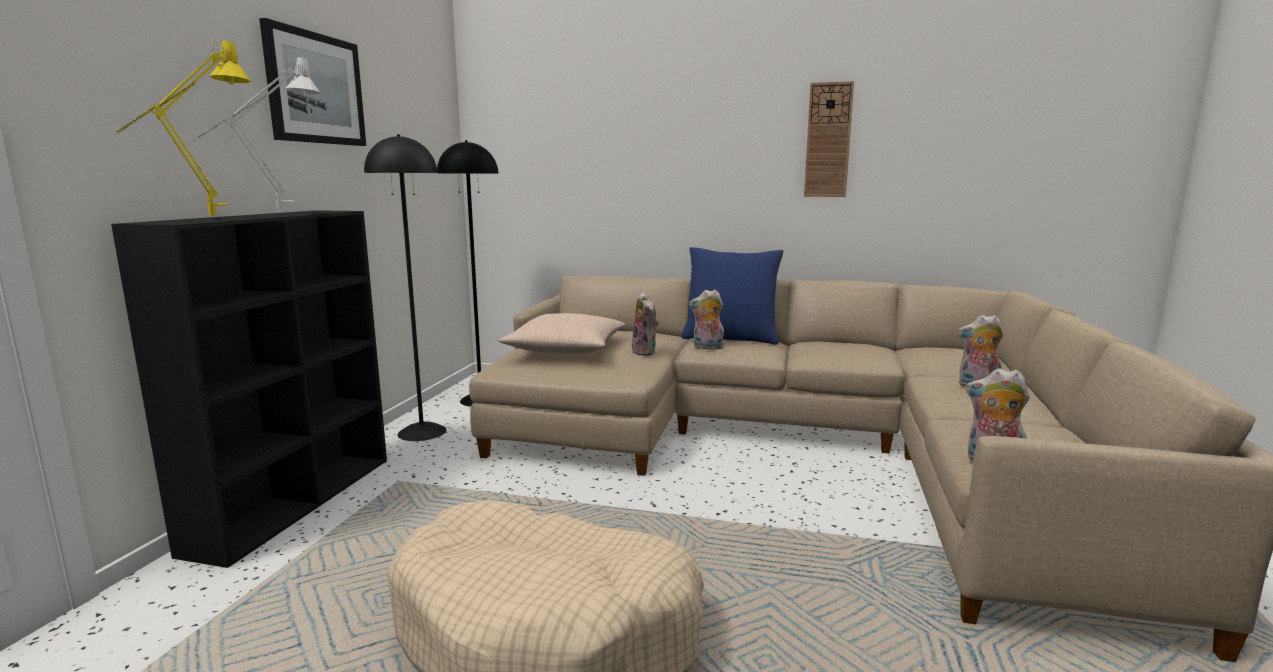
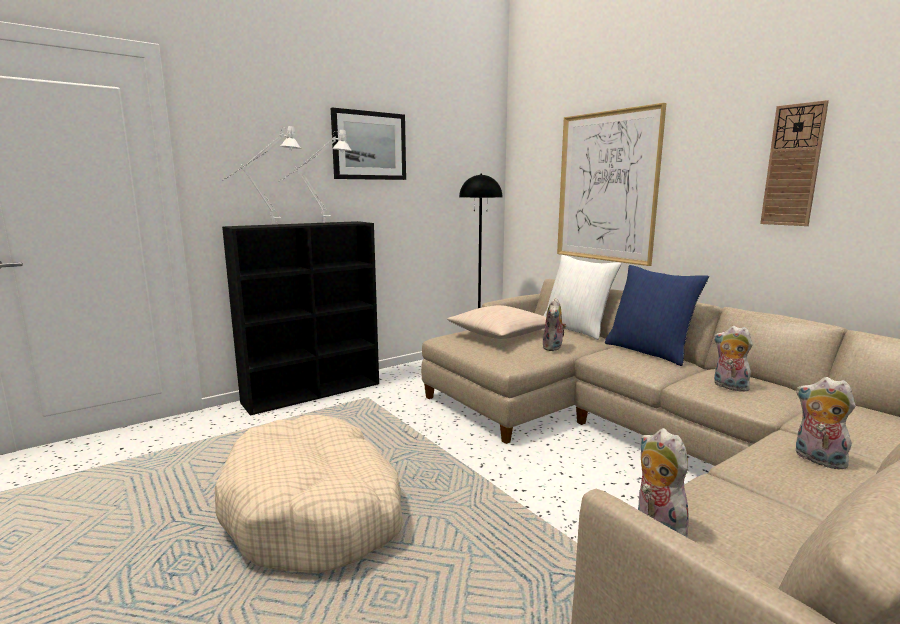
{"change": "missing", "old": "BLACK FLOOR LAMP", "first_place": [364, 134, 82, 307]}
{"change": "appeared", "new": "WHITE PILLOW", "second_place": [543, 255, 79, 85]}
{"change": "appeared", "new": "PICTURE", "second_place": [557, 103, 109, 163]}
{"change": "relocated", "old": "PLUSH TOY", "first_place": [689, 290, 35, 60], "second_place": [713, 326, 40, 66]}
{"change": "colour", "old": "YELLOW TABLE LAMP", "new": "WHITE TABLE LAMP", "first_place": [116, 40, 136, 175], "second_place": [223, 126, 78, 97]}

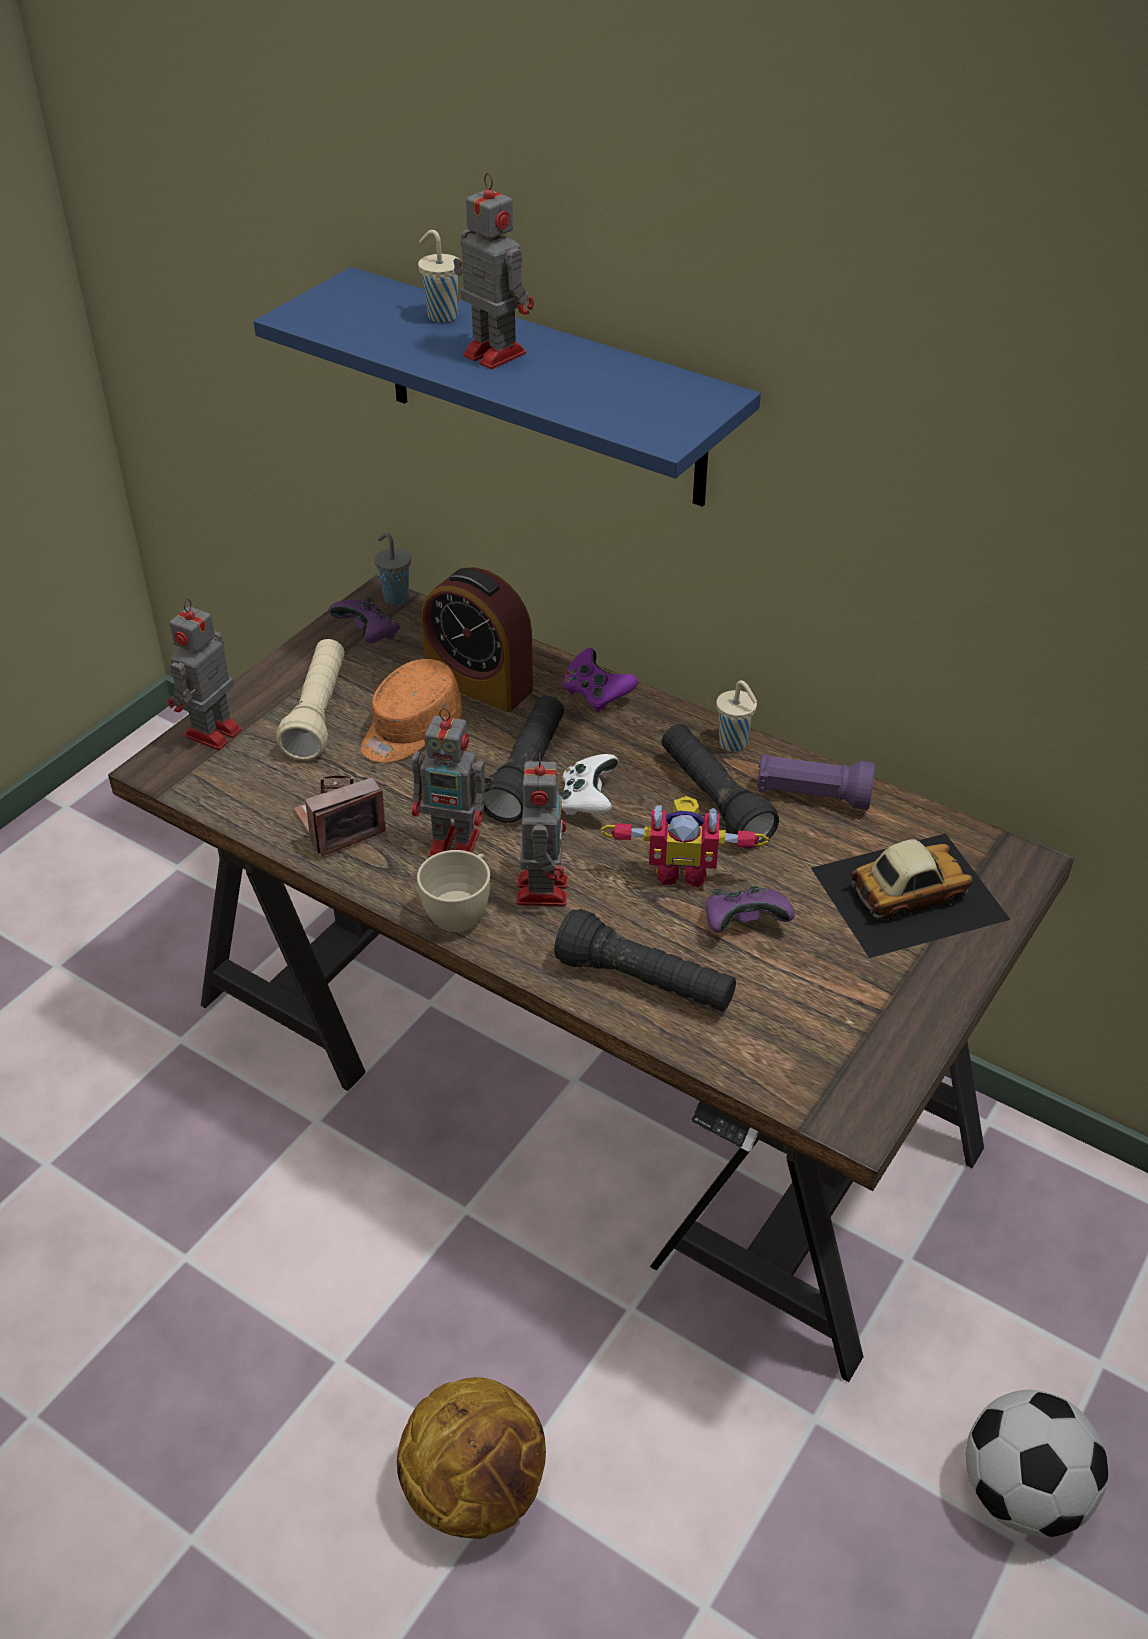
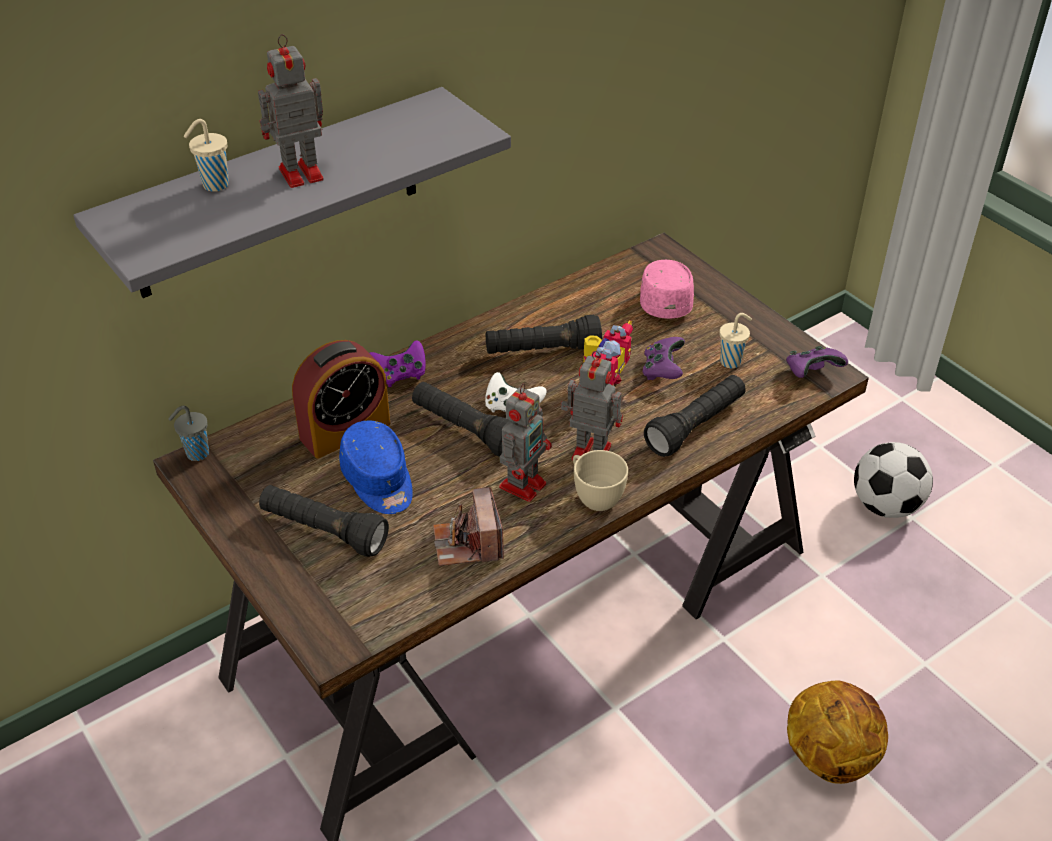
{"change": "missing", "old": "TOY ROBOT", "first_place": [168, 599, 74, 151]}
{"change": "missing", "old": "PURPLE FLASHLIGHT", "first_place": [757, 754, 118, 56]}
{"change": "relocated", "old": "PURPLE GAME CONTROLLER", "first_place": [328, 597, 72, 46], "second_place": [786, 346, 62, 32]}
{"change": "relocated", "old": "BEIGE CUP", "first_place": [716, 680, 41, 72], "second_place": [719, 313, 33, 55]}
{"change": "exchanged", "old": "TOY CAR", "new": "PINK CAP", "first_place": [811, 833, 200, 125], "second_place": [640, 260, 54, 59]}
{"change": "colour", "old": "BLUE SHELF", "new": "GREY SHELF", "first_place": [253, 267, 508, 240], "second_place": [73, 87, 438, 211]}
{"change": "colour", "old": "BEIGE FLASHLIGHT", "new": "BLACK FLASHLIGHT", "first_place": [276, 639, 69, 121], "second_place": [259, 485, 130, 72]}
{"change": "colour", "old": "ORANGE CAP", "new": "BLUE CAP", "first_place": [361, 659, 101, 104], "second_place": [339, 420, 74, 94]}

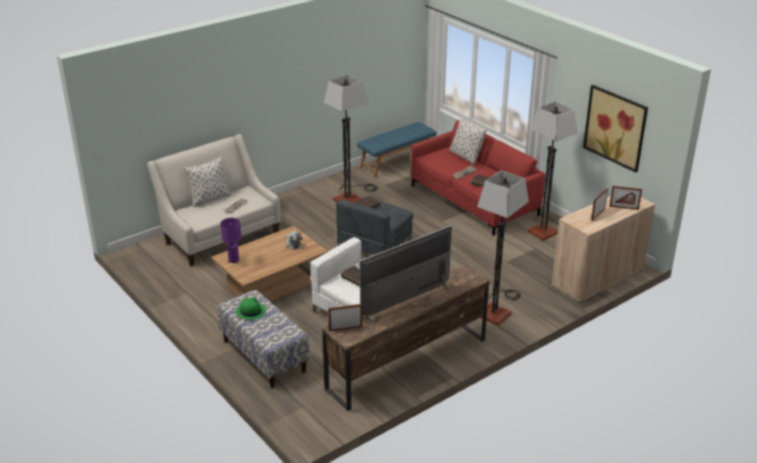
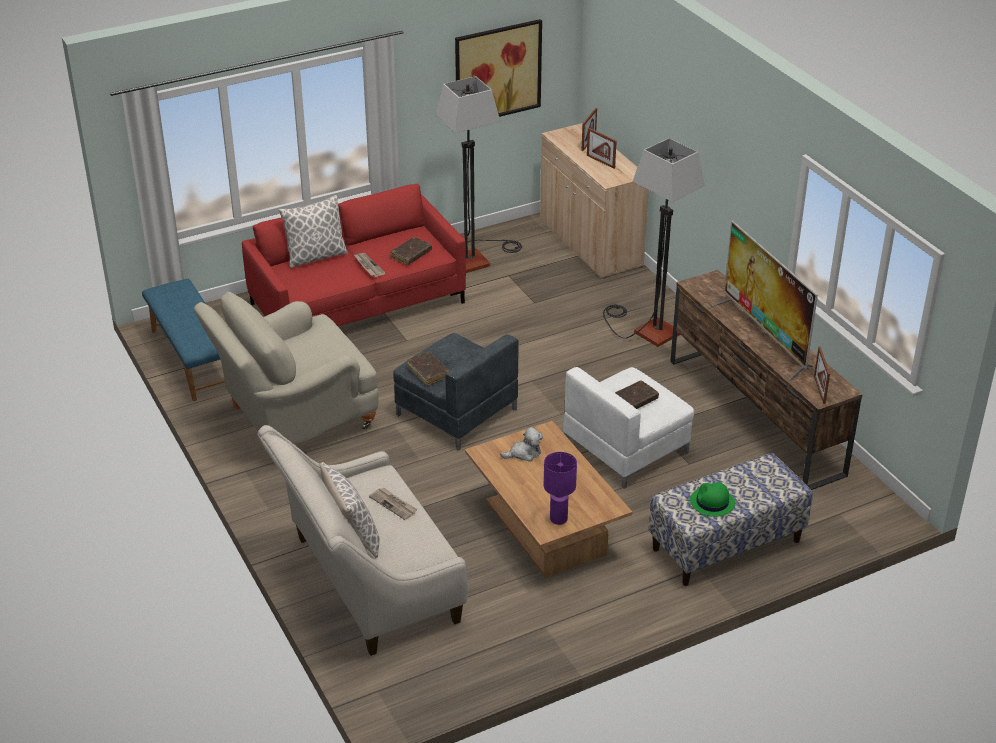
{"change": "exchanged", "old": "FLOOR LAMP", "new": "BEIGE ARMCHAIR", "first_place": [324, 75, 54, 128], "second_place": [194, 292, 185, 152]}

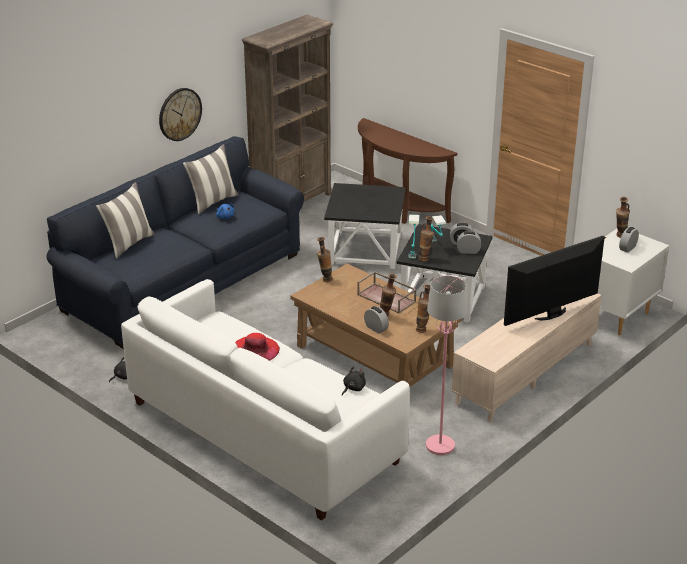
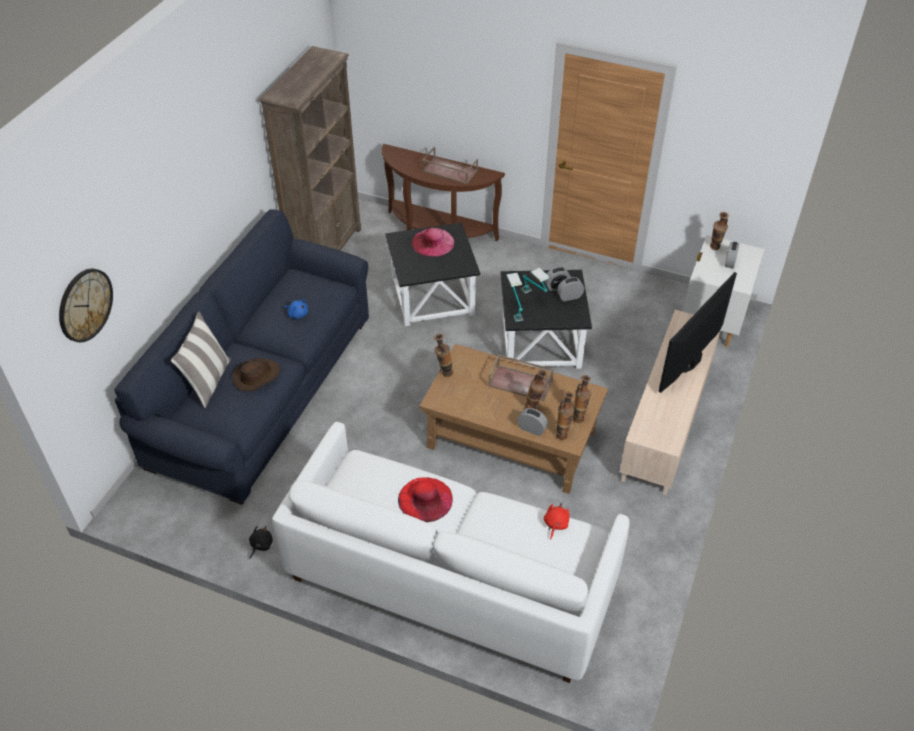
{"change": "missing", "old": "PILLOW", "first_place": [183, 144, 56, 70]}
{"change": "missing", "old": "PINK FLOOR LAMP", "first_place": [426, 276, 41, 179]}
{"change": "appeared", "new": "BROWN HAT", "second_place": [232, 358, 49, 34]}
{"change": "appeared", "new": "PINK HAT", "second_place": [411, 228, 43, 29]}
{"change": "appeared", "new": "BROWN TRAY", "second_place": [422, 147, 56, 37]}
{"change": "relocated", "old": "WALL CLOCK", "first_place": [159, 88, 43, 53], "second_place": [59, 269, 54, 73]}
{"change": "relocated", "old": "VASE", "first_place": [419, 217, 15, 44], "second_place": [556, 392, 18, 48]}
{"change": "colour", "old": "BLACK PLUSH TOY", "new": "RED PLUSH TOY", "first_place": [342, 367, 24, 28], "second_place": [544, 503, 26, 37]}

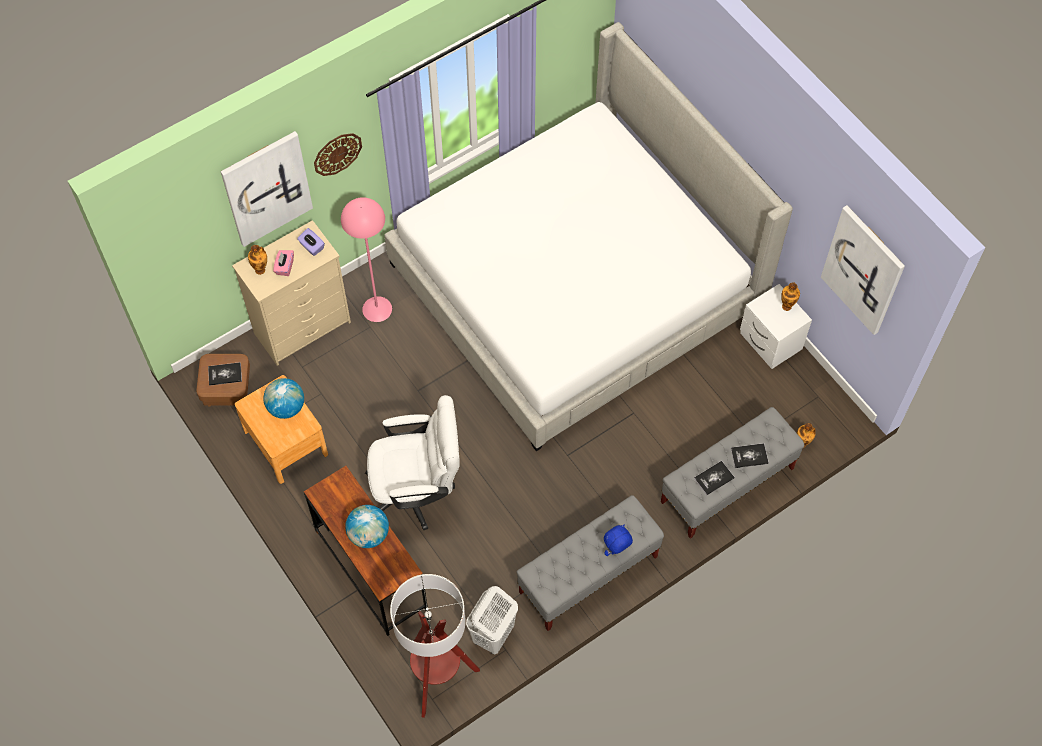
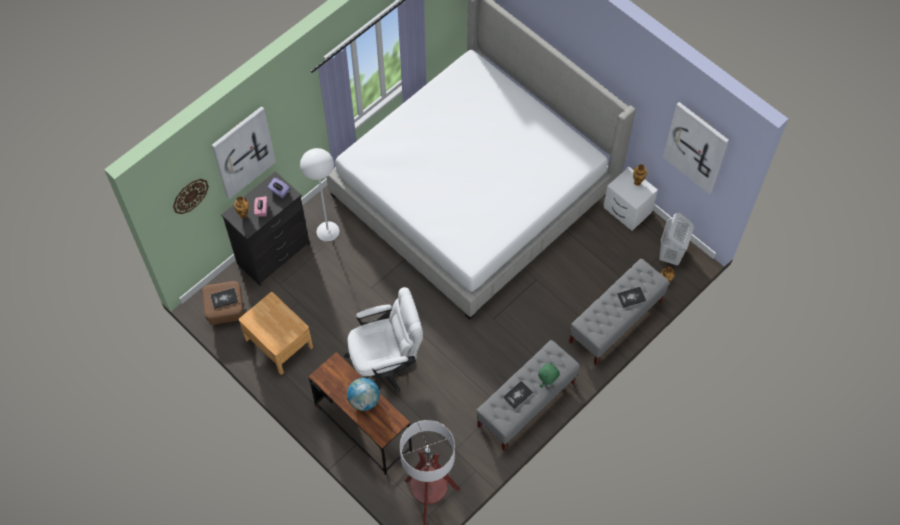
{"change": "missing", "old": "GLOBE", "first_place": [263, 378, 41, 41]}
{"change": "relocated", "old": "WALL CLOCK", "first_place": [314, 133, 48, 43], "second_place": [173, 179, 36, 35]}
{"change": "relocated", "old": "WHITE LAUNDRY BASKET", "first_place": [466, 586, 52, 68], "second_place": [659, 213, 35, 53]}
{"change": "relocated", "old": "BOOK", "first_place": [694, 461, 41, 34], "second_place": [503, 381, 30, 28]}
{"change": "colour", "old": "BEIGE DRESSER", "new": "BLACK DRESSER", "first_place": [232, 220, 119, 146], "second_place": [221, 171, 89, 115]}
{"change": "colour", "old": "PINK FLOOR LAMP", "new": "WHITE FLOOR LAMP", "first_place": [341, 197, 51, 125], "second_place": [300, 148, 39, 93]}
{"change": "colour", "old": "BLUE PLUSH TOY", "new": "GREEN PLUSH TOY", "first_place": [604, 524, 29, 32], "second_place": [538, 362, 22, 26]}

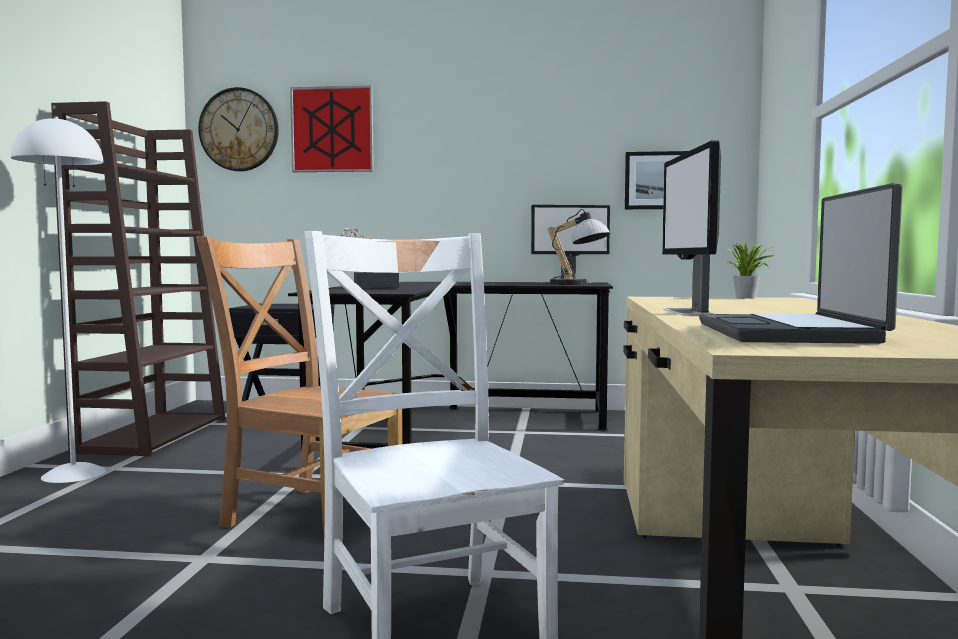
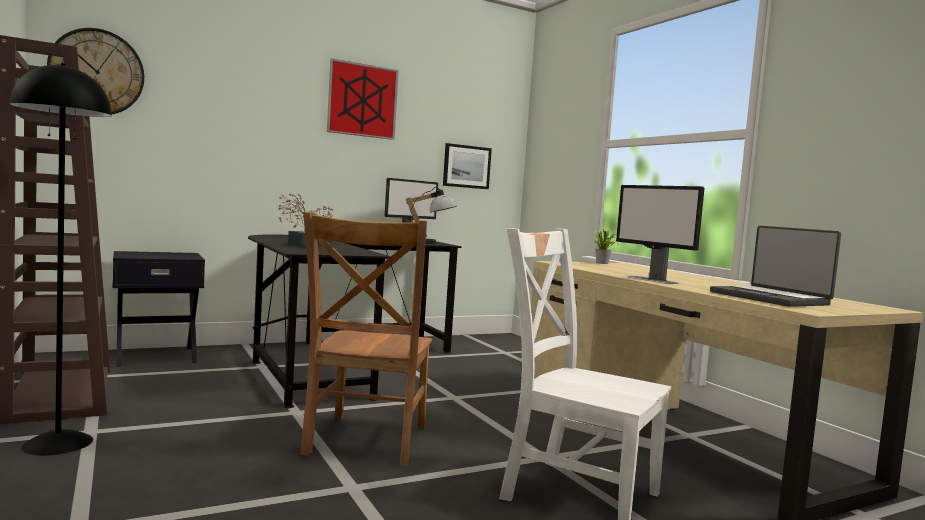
{"change": "relocated", "old": "PICTURE", "first_place": [290, 85, 84, 87], "second_place": [327, 59, 72, 81]}
{"change": "colour", "old": "WHITE FLOOR LAMP", "new": "BLACK FLOOR LAMP", "first_place": [11, 117, 95, 366], "second_place": [10, 63, 102, 393]}
{"change": "spun", "old": "BROWN CHAIR", "first_place": [196, 237, 207, 298], "second_place": [300, 212, 132, 254], "degrees": -75}

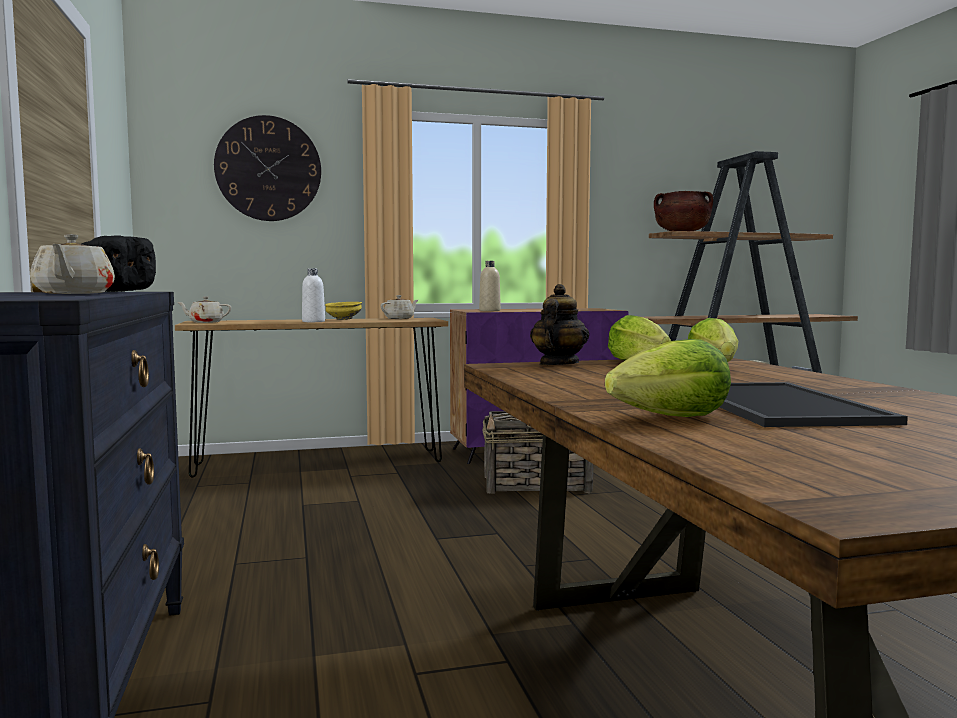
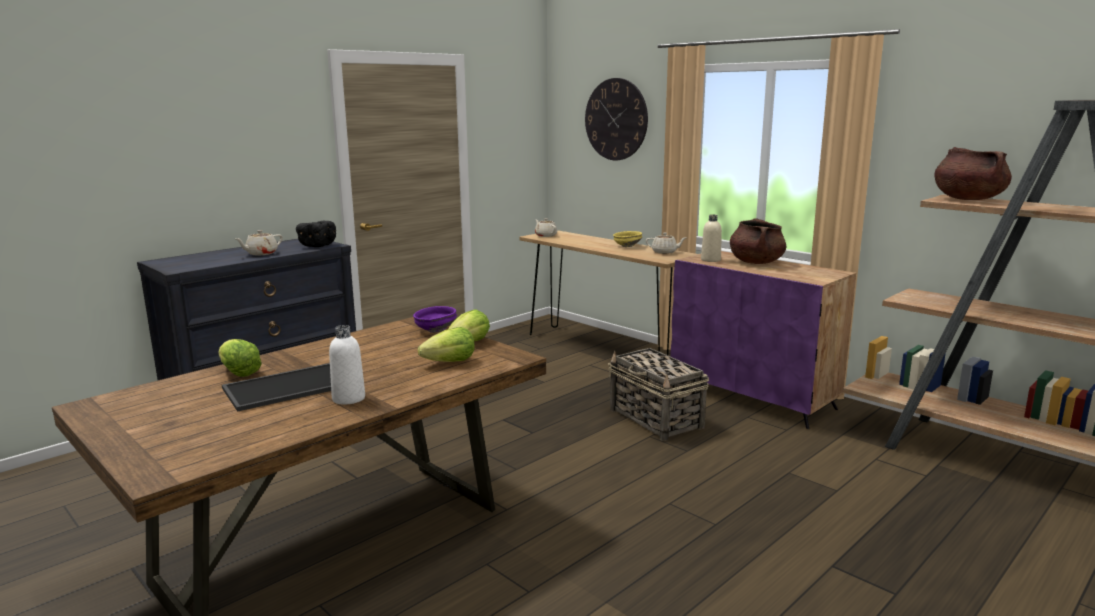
{"change": "appeared", "new": "BROWN COOKING POT", "second_place": [730, 218, 56, 46]}
{"change": "relocated", "old": "WHITE BOTTLE", "first_place": [302, 269, 23, 53], "second_place": [329, 325, 36, 80]}
{"change": "exchanged", "old": "TEAPOT", "new": "PURPLE BOWL", "first_place": [530, 284, 59, 81], "second_place": [413, 306, 44, 27]}

